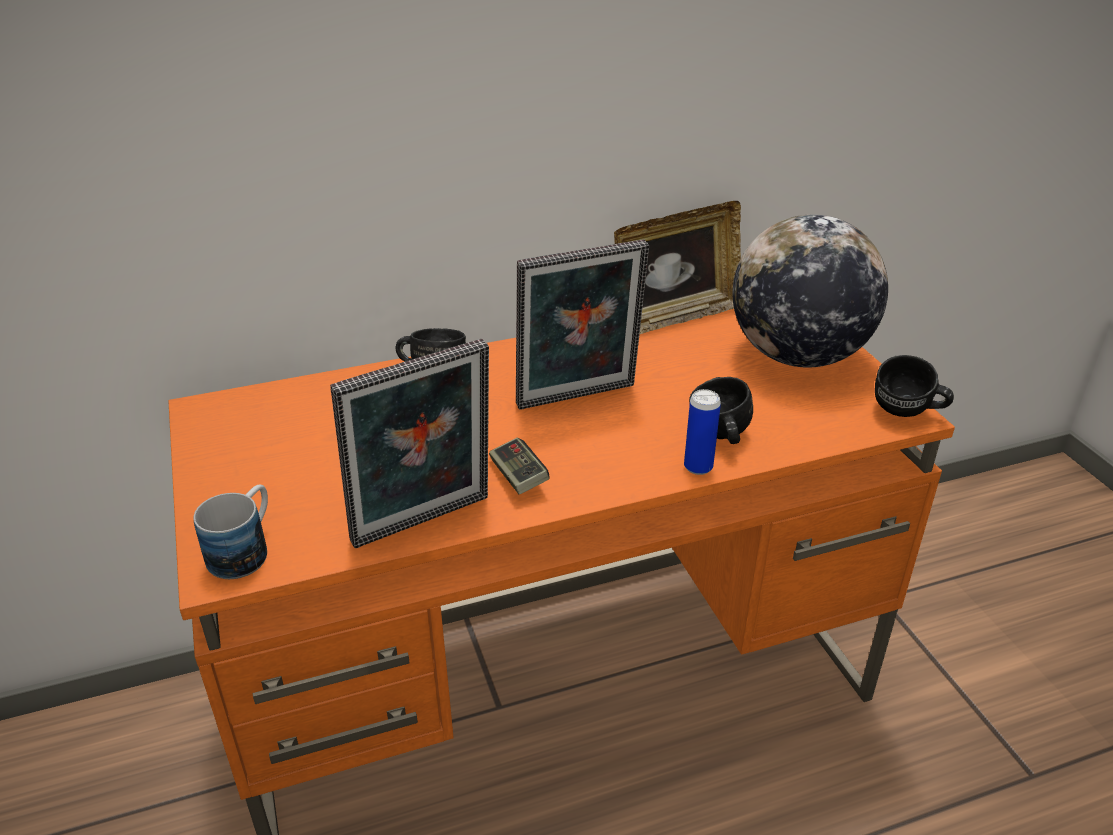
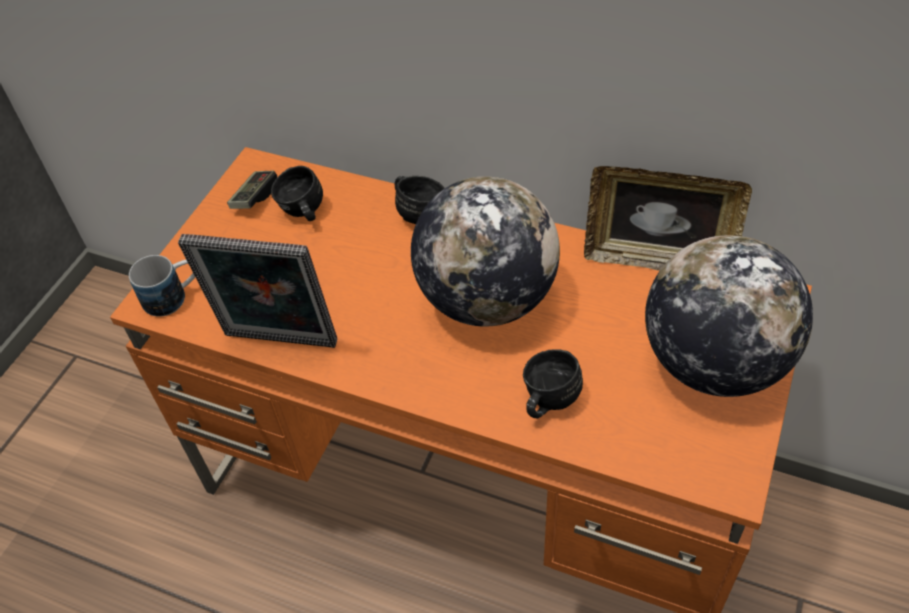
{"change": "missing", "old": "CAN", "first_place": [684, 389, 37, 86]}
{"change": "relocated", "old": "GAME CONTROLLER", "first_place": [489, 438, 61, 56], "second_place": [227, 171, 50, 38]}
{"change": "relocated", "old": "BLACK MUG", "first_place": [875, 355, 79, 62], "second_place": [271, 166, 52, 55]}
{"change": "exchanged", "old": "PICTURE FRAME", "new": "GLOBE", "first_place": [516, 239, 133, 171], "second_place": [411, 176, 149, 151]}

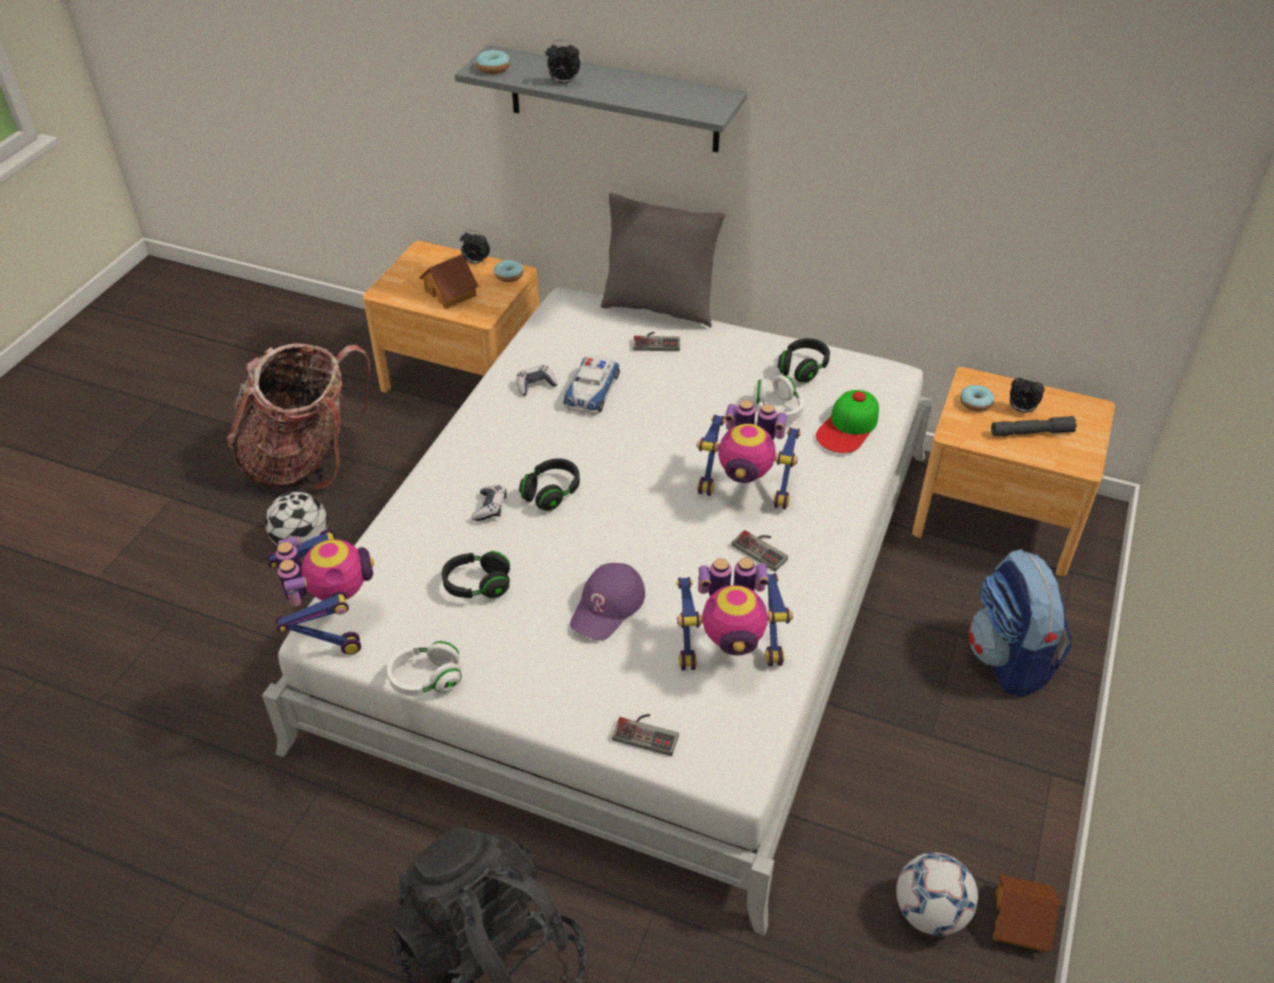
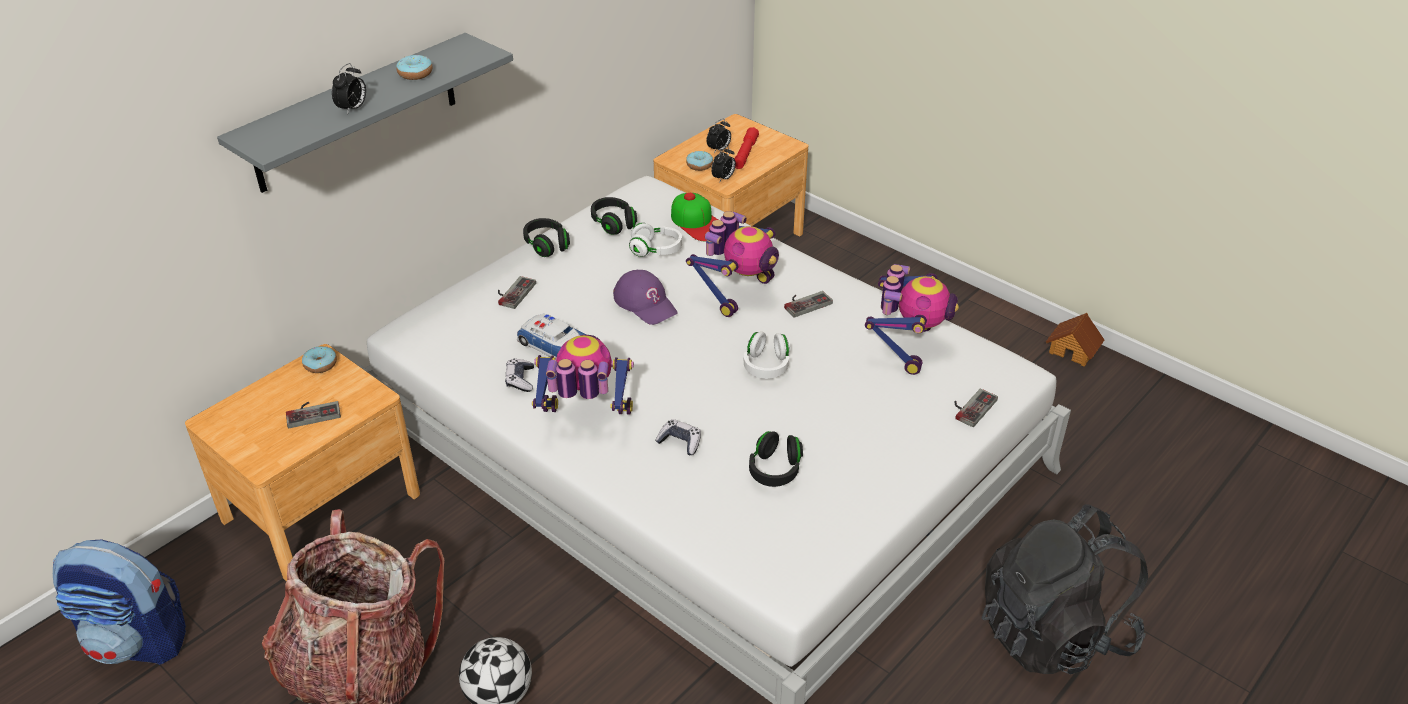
{"change": "missing", "old": "GREY PILLOW", "first_place": [601, 193, 124, 135]}
{"change": "missing", "old": "FOOTBALL", "first_place": [896, 852, 82, 84]}
{"change": "relocated", "old": "TOY ROBOT", "first_place": [267, 529, 107, 126], "second_place": [532, 335, 102, 79]}
{"change": "relocated", "old": "WHITE HEADPHONES", "first_place": [387, 641, 75, 55], "second_place": [743, 331, 47, 48]}
{"change": "relocated", "old": "ALARM CLOCK", "first_place": [460, 230, 30, 34], "second_place": [711, 146, 25, 36]}
{"change": "relocated", "old": "DONUT", "first_place": [476, 50, 34, 24], "second_place": [396, 55, 37, 25]}
{"change": "relocated", "old": "BLACK HEADPHONES", "first_place": [519, 458, 61, 53], "second_place": [523, 218, 47, 39]}
{"change": "relocated", "old": "PURPLE CAP", "first_place": [570, 563, 75, 78], "second_place": [613, 270, 65, 55]}
{"change": "relocated", "old": "BACKPACK", "first_place": [968, 549, 104, 148], "second_place": [53, 540, 133, 125]}
{"change": "exchanged", "old": "TOY HOUSE", "new": "GAME CONTROLLER", "first_place": [419, 254, 60, 55], "second_place": [286, 401, 55, 27]}
{"change": "colour", "old": "GREY FLASHLIGHT", "new": "RED FLASHLIGHT", "first_place": [991, 416, 86, 20], "second_place": [735, 127, 24, 42]}

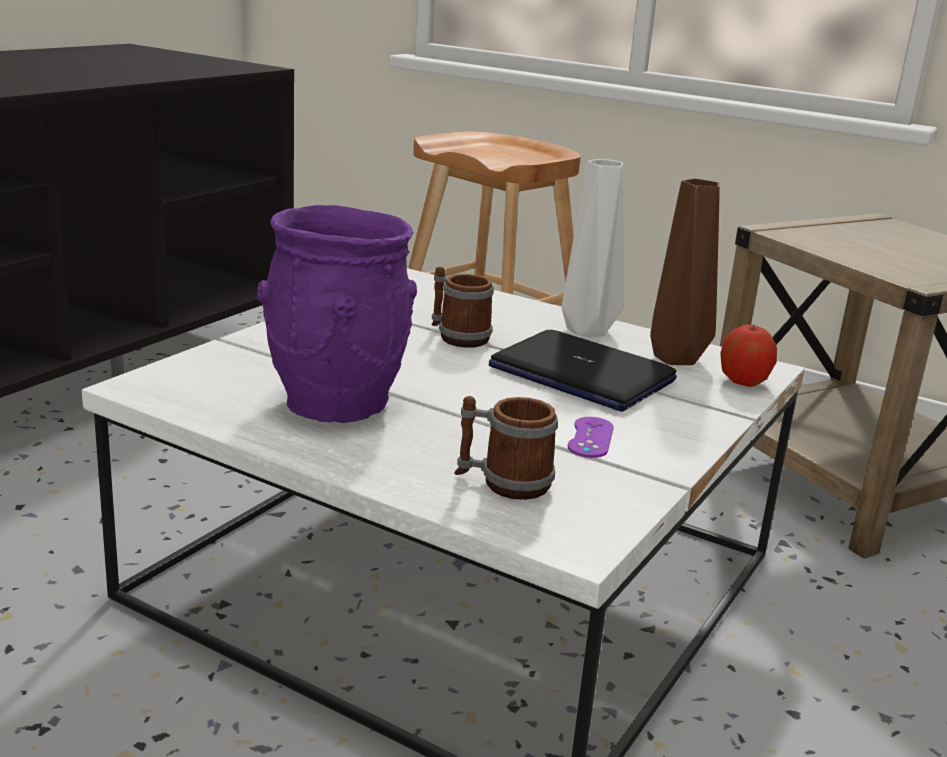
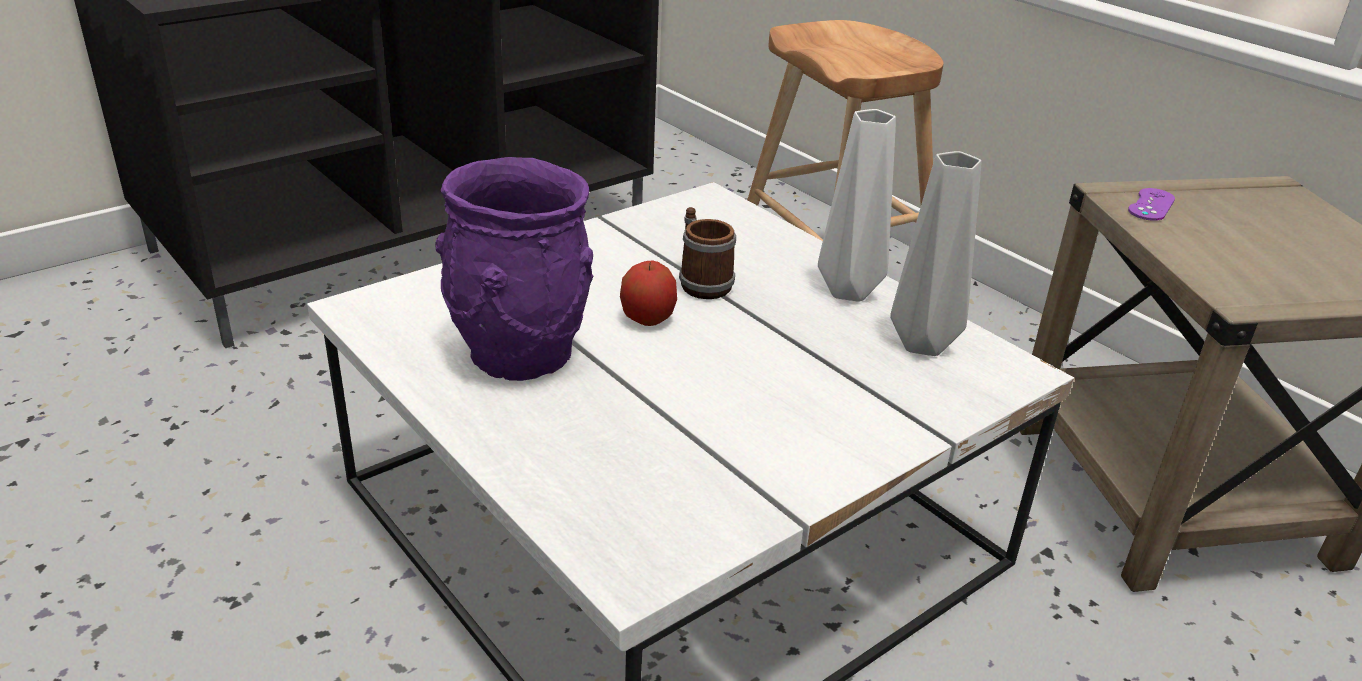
{"change": "missing", "old": "MUG", "first_place": [454, 396, 104, 104]}
{"change": "missing", "old": "LAPTOP", "first_place": [489, 330, 188, 82]}
{"change": "relocated", "old": "PURPLE GAME CONTROLLER", "first_place": [568, 417, 46, 41], "second_place": [1128, 188, 47, 33]}
{"change": "relocated", "old": "APPLE", "first_place": [720, 324, 57, 63], "second_place": [620, 261, 57, 65]}
{"change": "colour", "old": "BROWN VASE", "new": "GREY VASE", "first_place": [650, 178, 70, 187], "second_place": [890, 151, 91, 205]}

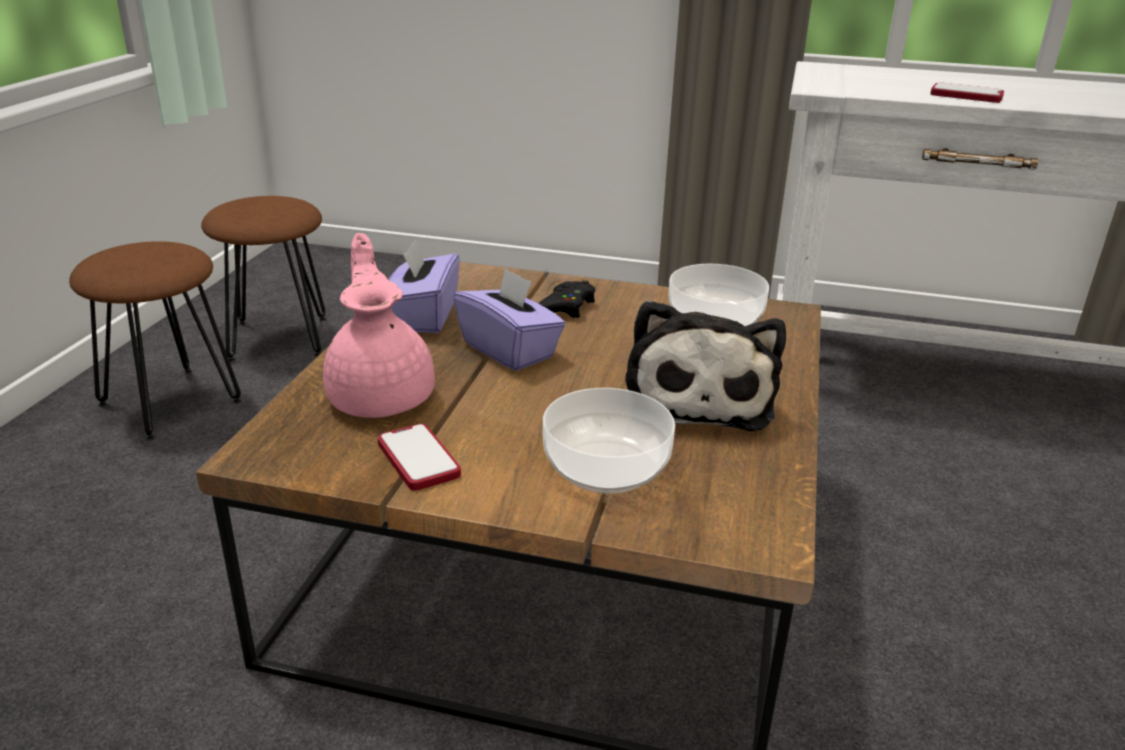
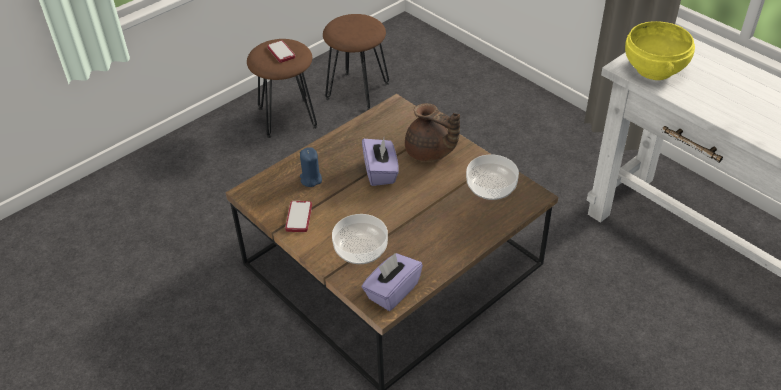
{"change": "missing", "old": "PLUSH TOY", "first_place": [625, 300, 161, 131]}
{"change": "appeared", "new": "YELLOW BOWL", "second_place": [625, 21, 70, 59]}
{"change": "relocated", "old": "PURPLE TISSUE BOX", "first_place": [389, 239, 71, 94], "second_place": [362, 253, 61, 58]}
{"change": "relocated", "old": "PHONE", "first_place": [930, 82, 74, 21], "second_place": [267, 41, 28, 22]}
{"change": "exchanged", "old": "PINK TEAPOT", "new": "BLUE CANDLE", "first_place": [323, 233, 112, 185], "second_place": [300, 147, 22, 40]}
{"change": "exchanged", "old": "BLACK GAME CONTROLLER", "new": "BROWN TEAPOT", "first_place": [538, 280, 57, 38], "second_place": [405, 103, 55, 59]}

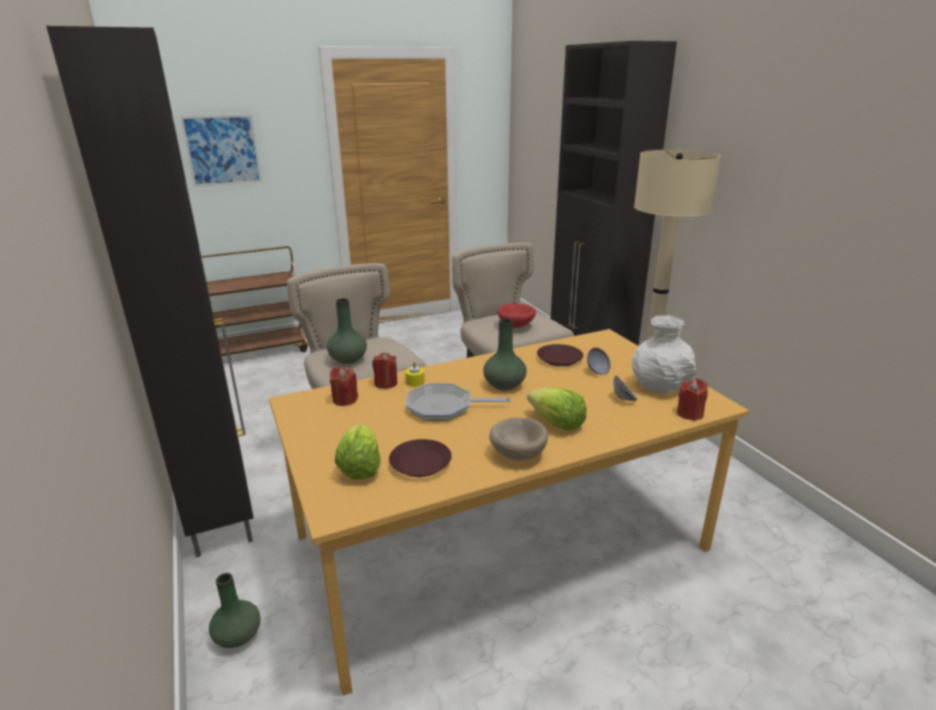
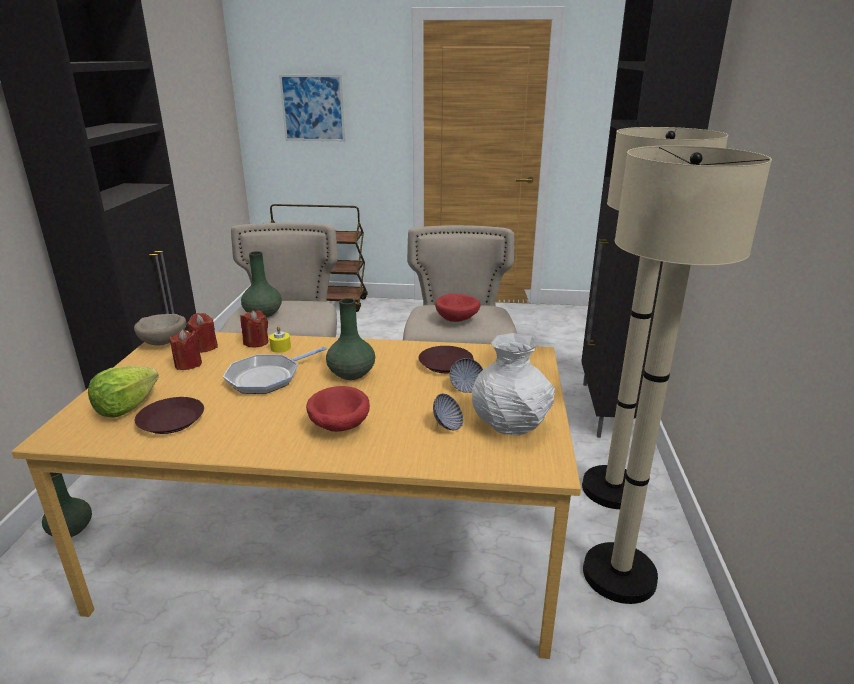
{"change": "appeared", "new": "BEIGE FLOOR LAMP", "second_place": [583, 145, 189, 459]}
{"change": "relocated", "old": "BEIGE BOWL", "first_place": [489, 417, 59, 43], "second_place": [134, 314, 52, 31]}
{"change": "relocated", "old": "RED CANDLE", "first_place": [677, 379, 31, 42], "second_place": [170, 330, 32, 40]}
{"change": "exchanged", "old": "LETTUCE", "new": "RED BOWL", "first_place": [527, 387, 60, 44], "second_place": [306, 386, 64, 46]}
{"change": "spun", "old": "FRYING PAN", "first_place": [406, 383, 105, 38], "second_place": [223, 347, 104, 47], "degrees": -75}

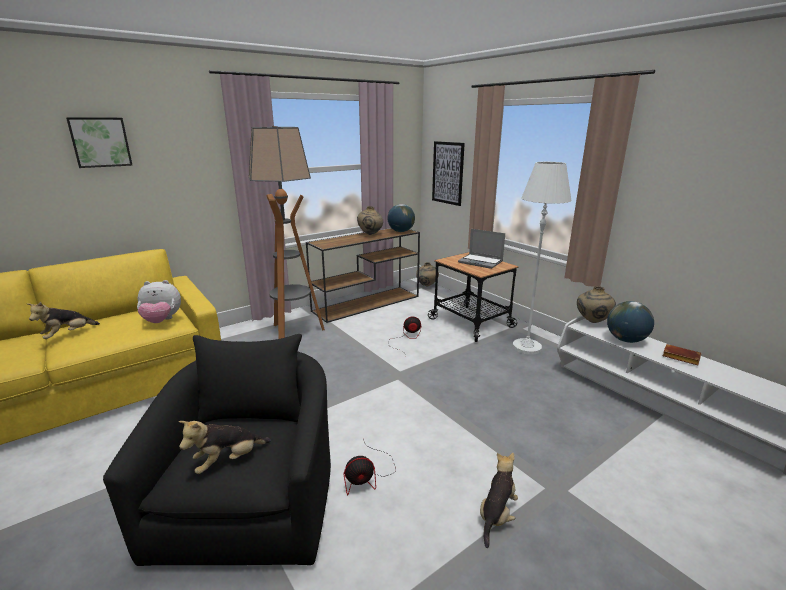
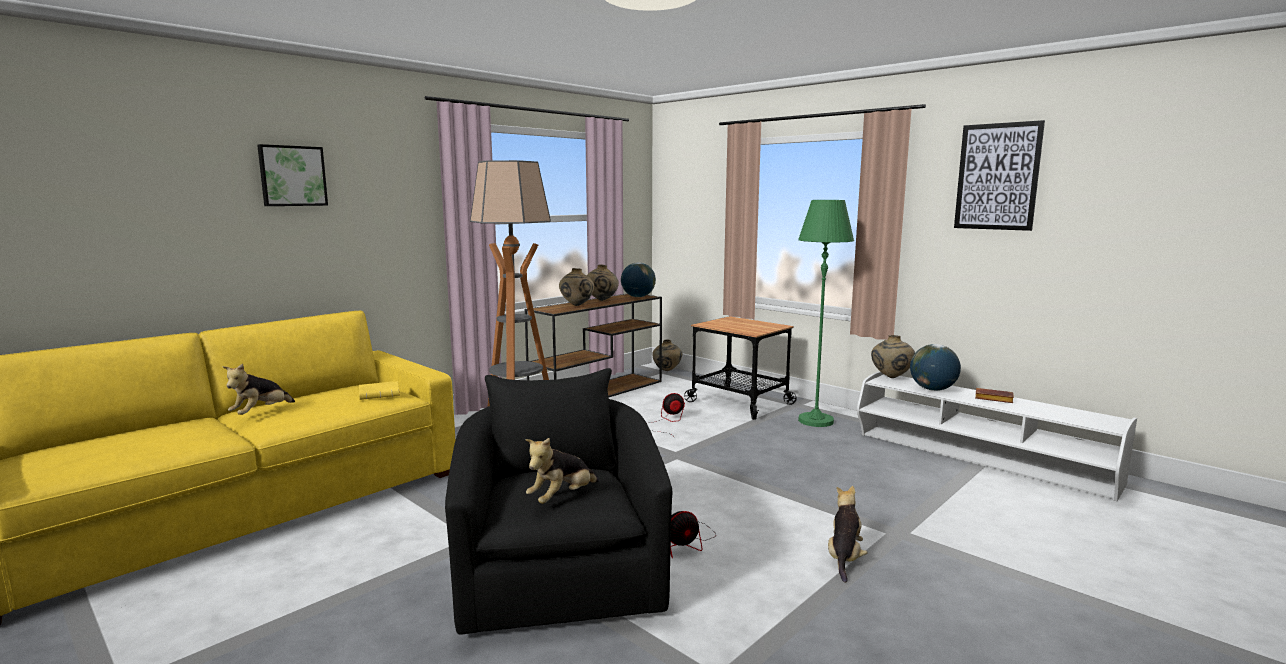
{"change": "missing", "old": "LAPTOP", "first_place": [458, 229, 47, 40]}
{"change": "appeared", "new": "BEIGE VASE", "second_place": [559, 268, 35, 38]}
{"change": "relocated", "old": "PICTURE", "first_place": [432, 141, 33, 65], "second_place": [954, 120, 91, 111]}
{"change": "exchanged", "old": "PLUSH TOY", "new": "YELLOW BOOK", "first_place": [137, 280, 44, 43], "second_place": [359, 381, 40, 19]}
{"change": "colour", "old": "WHITE FLOOR LAMP", "new": "GREEN FLOOR LAMP", "first_place": [512, 162, 59, 193], "second_place": [798, 200, 56, 227]}

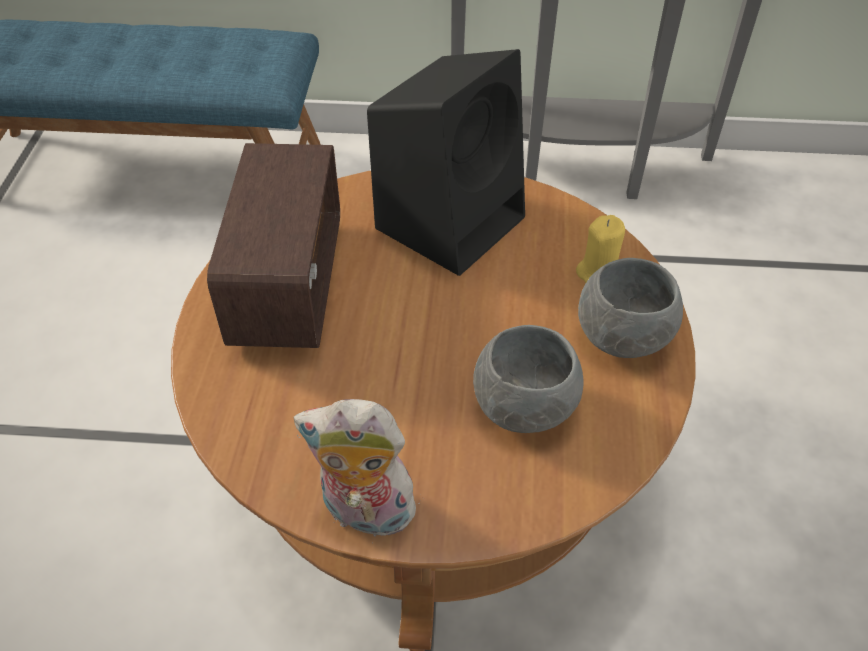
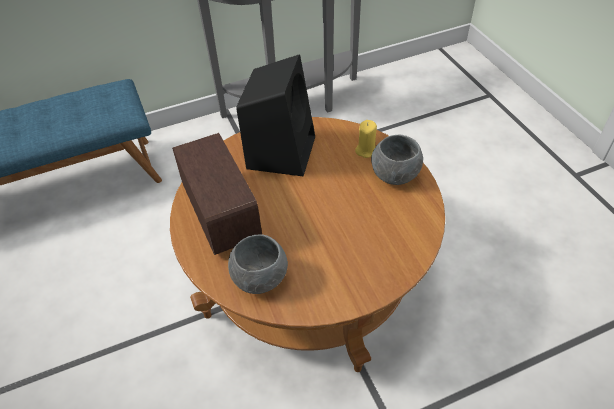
{"change": "missing", "old": "PLUSH TOY", "first_place": [294, 399, 125, 144]}
{"change": "relocated", "old": "GREY BOWL", "first_place": [473, 325, 110, 108], "second_place": [228, 235, 60, 59]}

